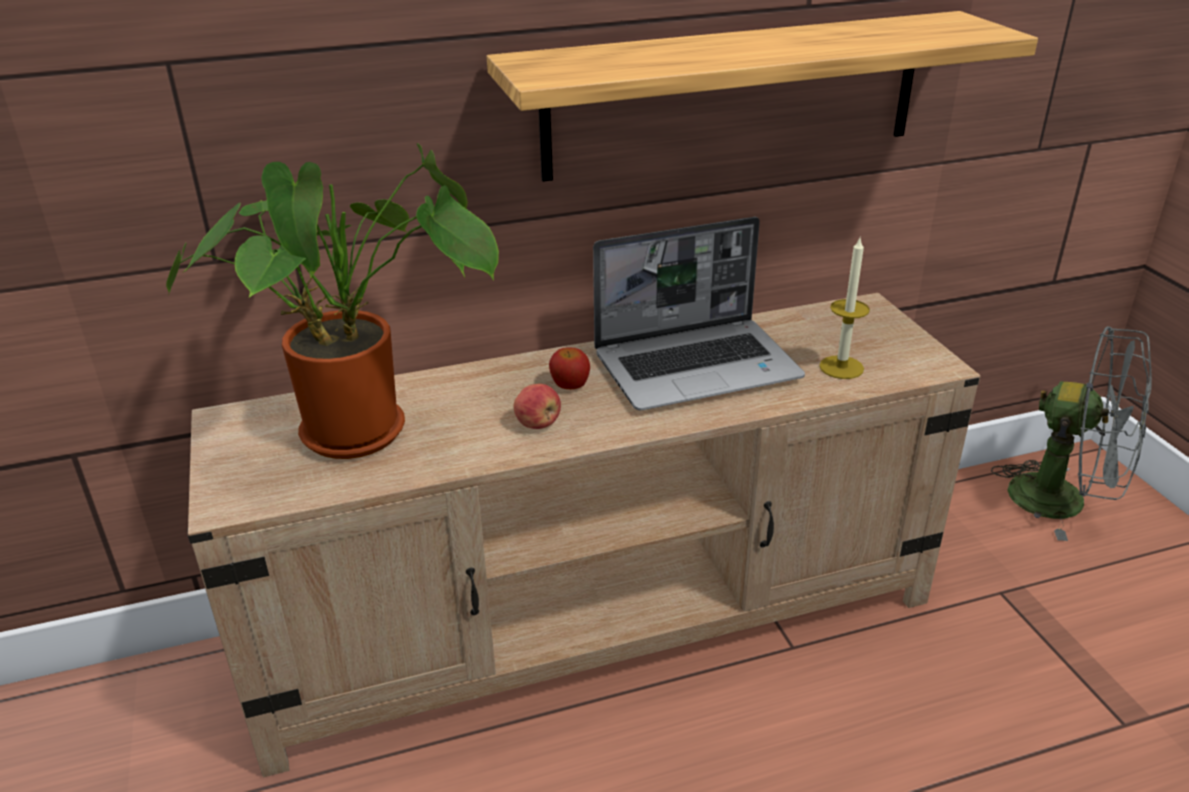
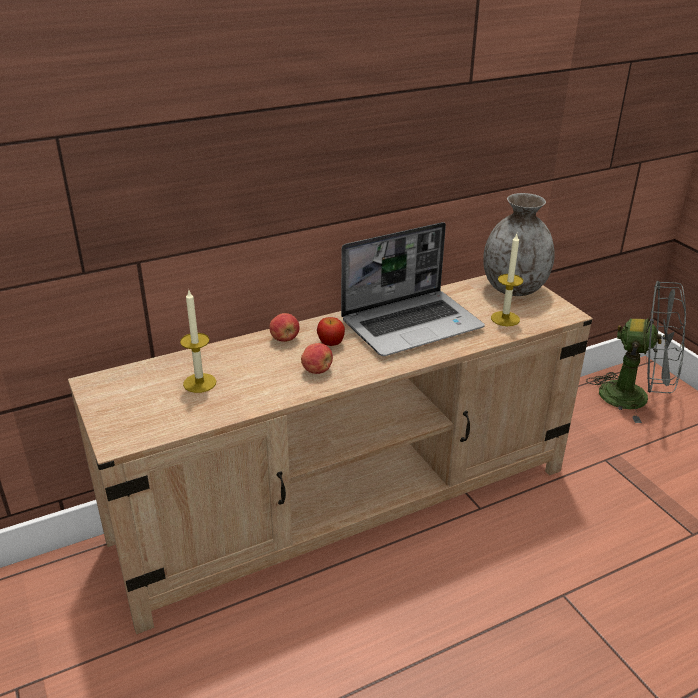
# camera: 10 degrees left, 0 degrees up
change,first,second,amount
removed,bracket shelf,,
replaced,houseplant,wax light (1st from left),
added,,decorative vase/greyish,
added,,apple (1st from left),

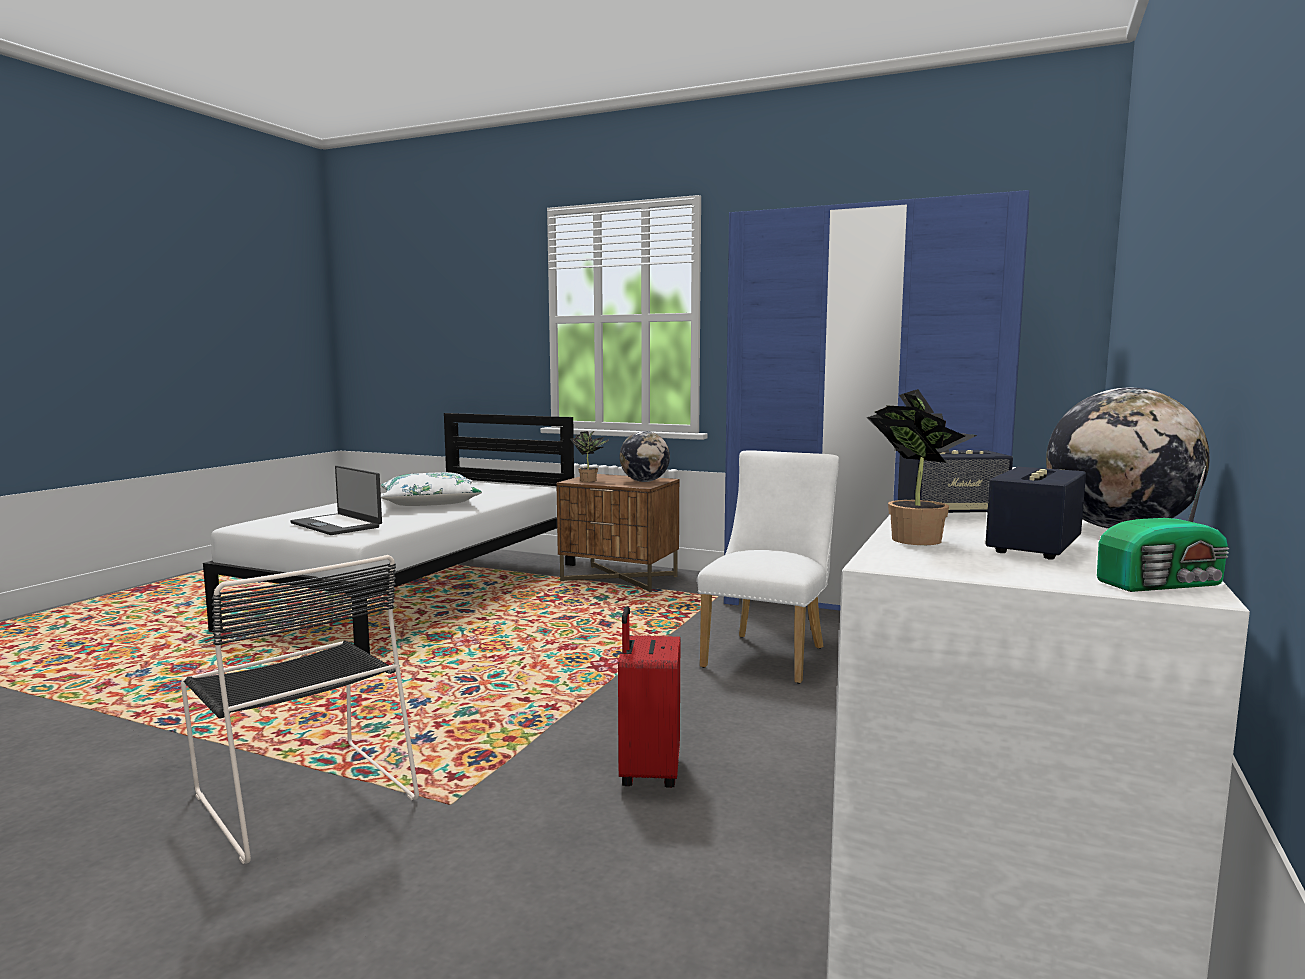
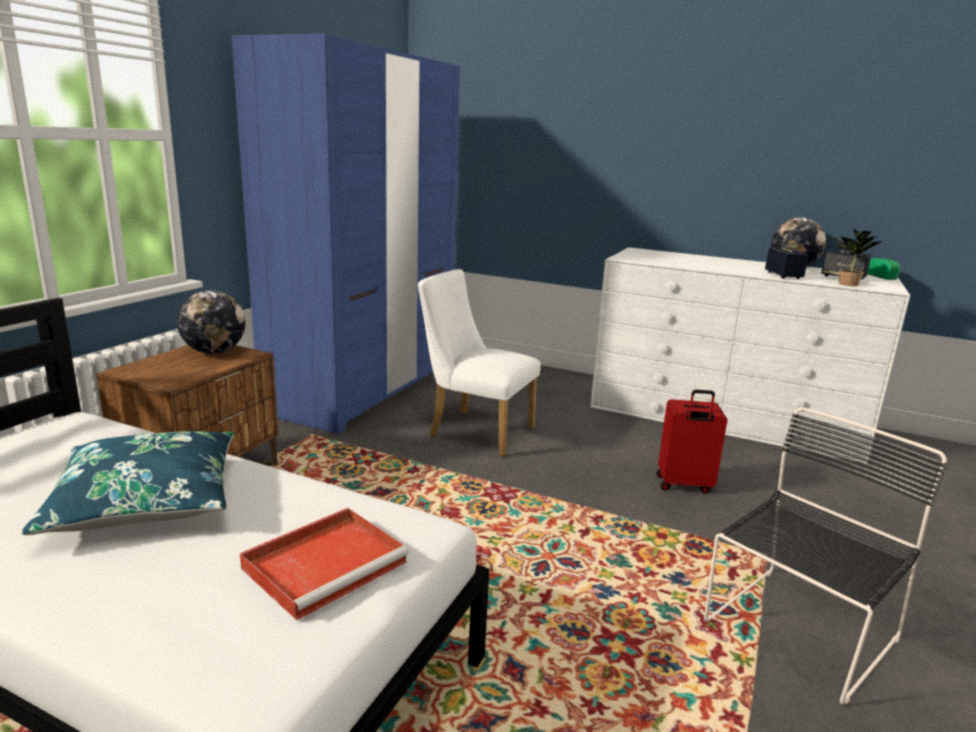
# camera: 90 degrees left, 10 degrees up
change,first,second,amount
removed,houseplant (1st from left),,
replaced,notebook computer,serving tray/red,
recoloured,pillow/white,pillow/bluish,

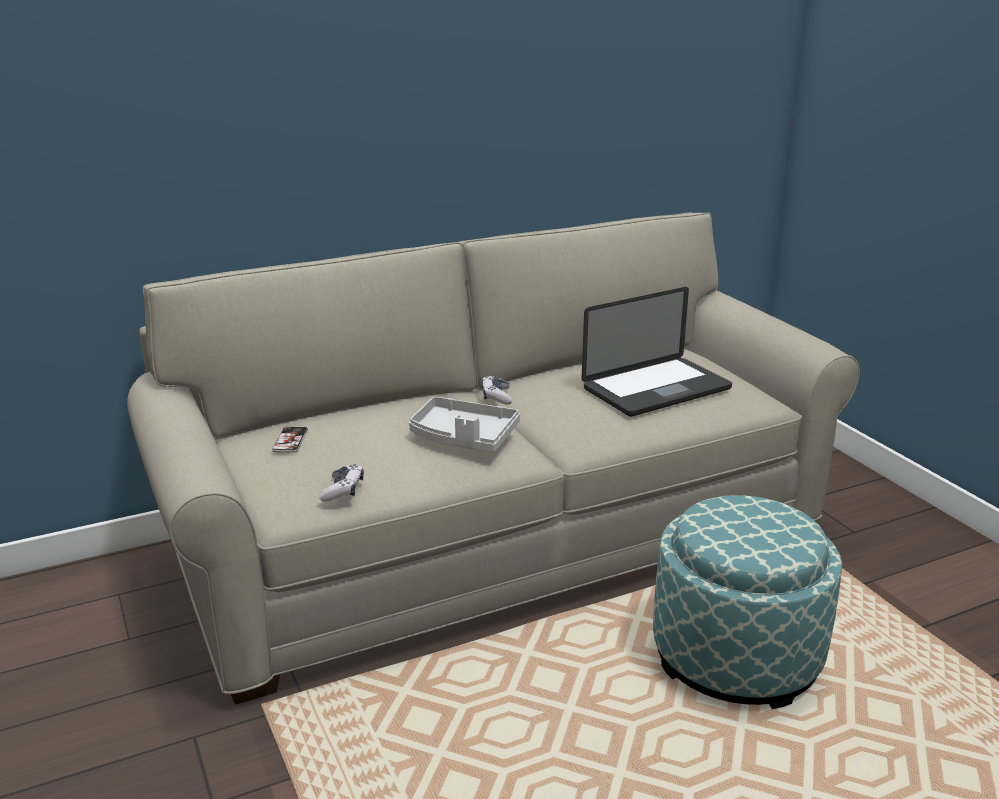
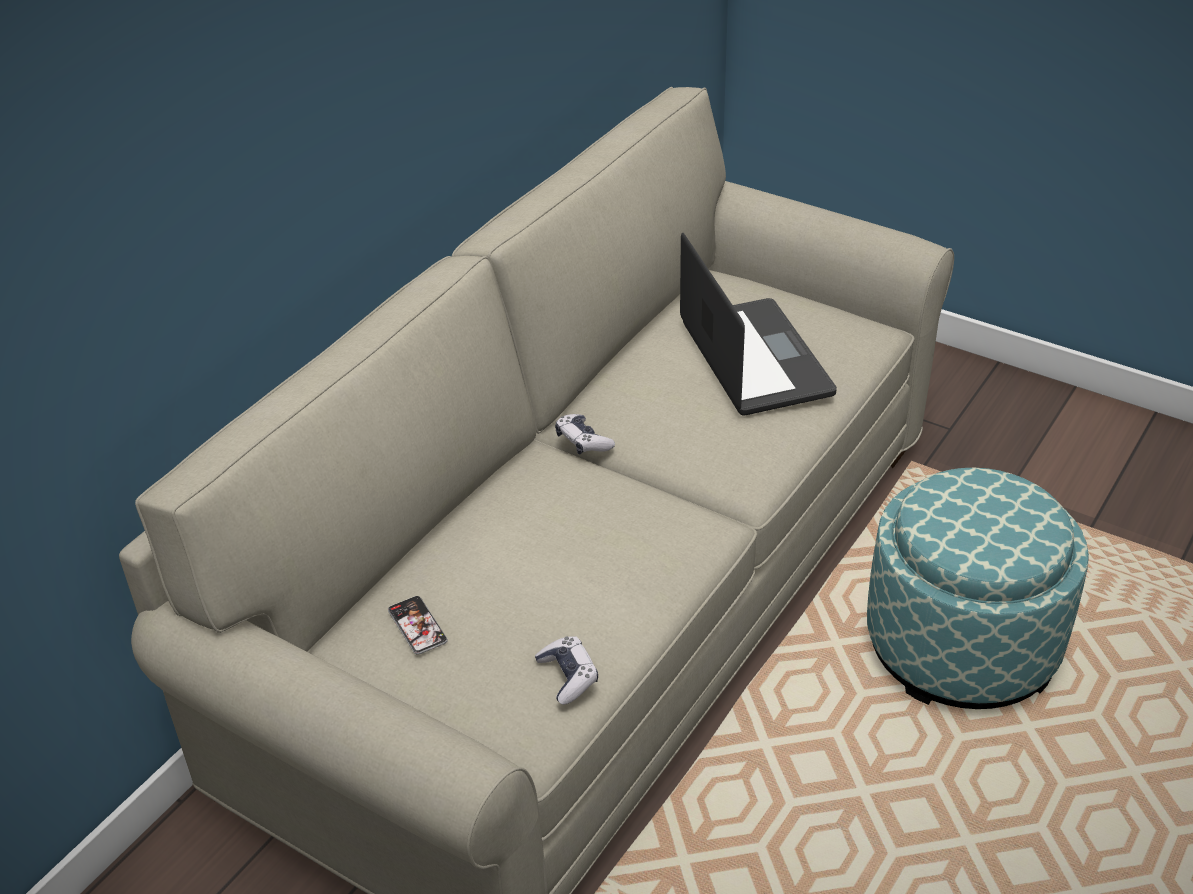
# camera: 30 degrees left, 15 degrees up
change,first,second,amount
turned,notebook computer,,45 degrees counterclockwise
removed,serving tray/greyish,,

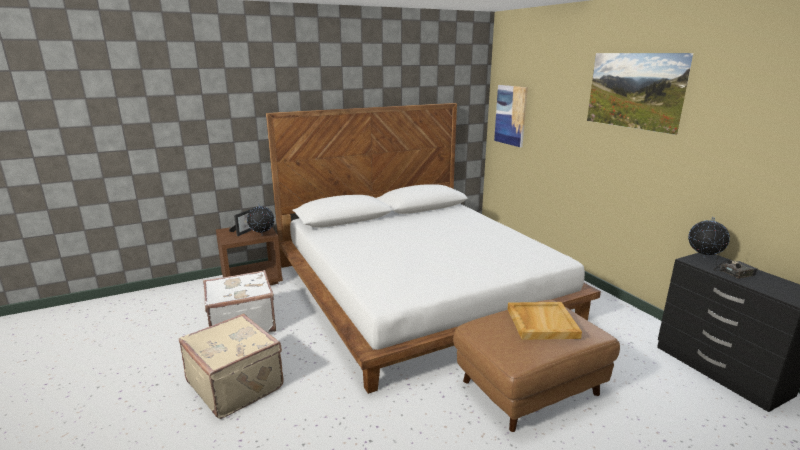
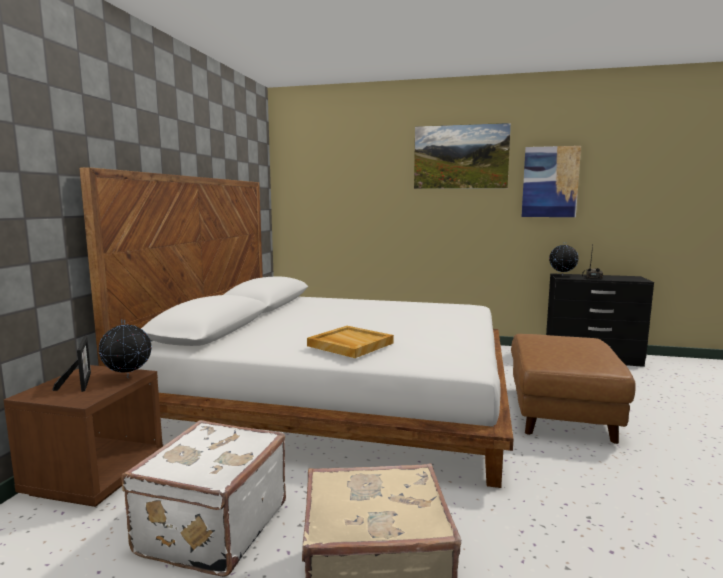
# camera: 50 degrees left, 10 degrees down
change,first,second,amount
moved,wall picture (1st from left in the first image),wall picture (2nd from left),
moved,serving tray/sand-coloured,,

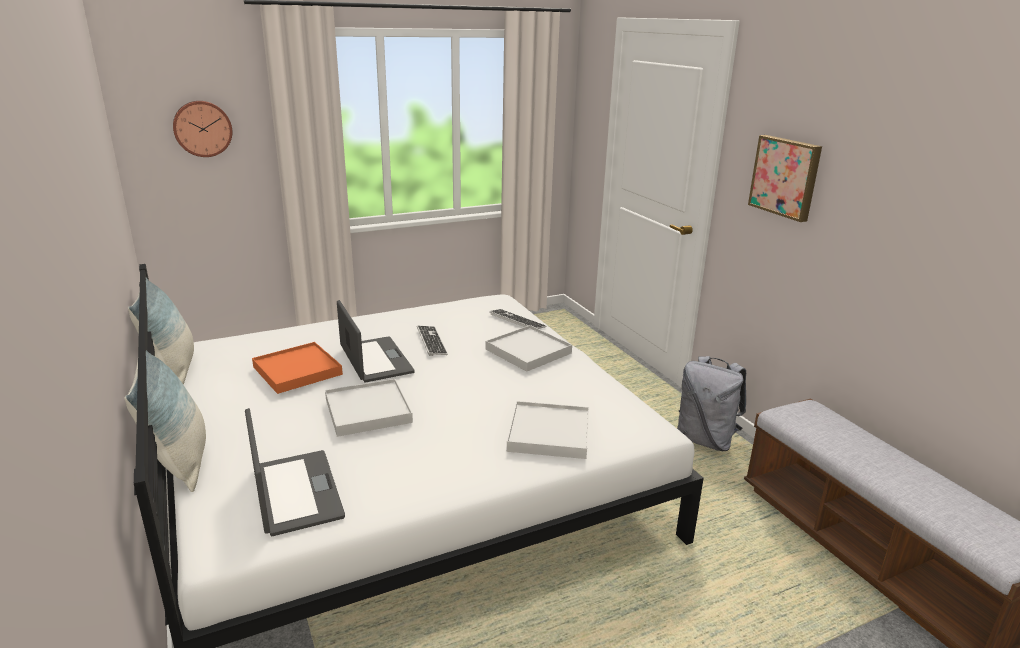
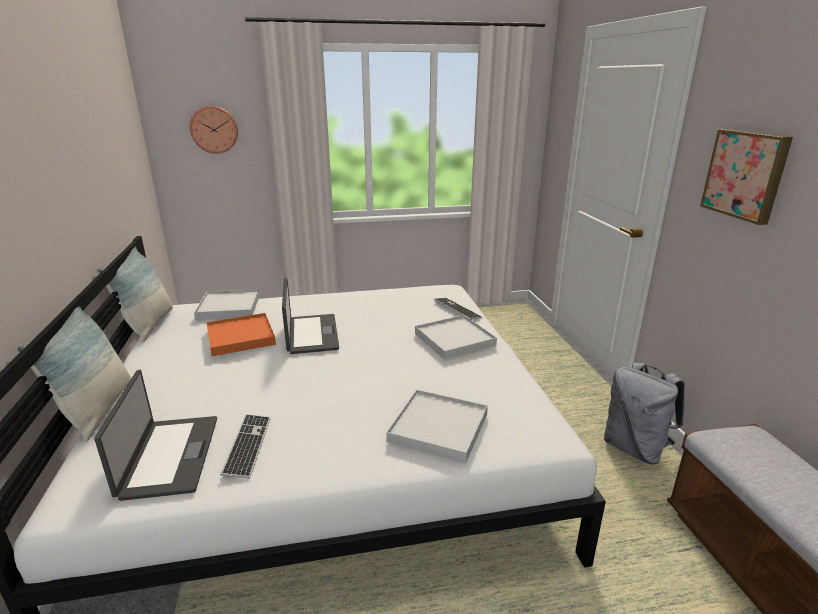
# camera: 15 degrees right, 0 degrees up
change,first,second,amount
moved,computer keyboard (1st from left),,
moved,serving tray/white (1st from left),,

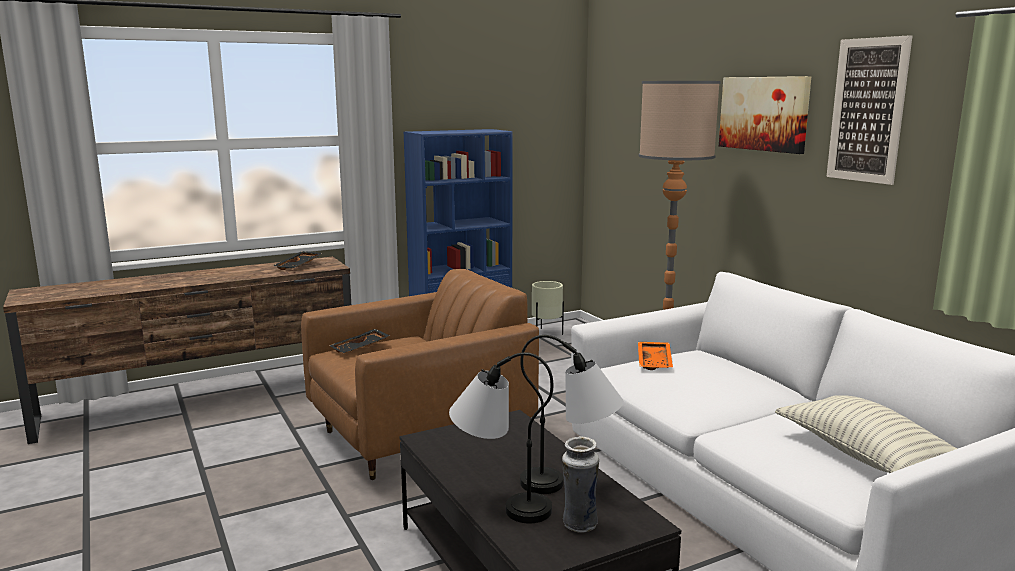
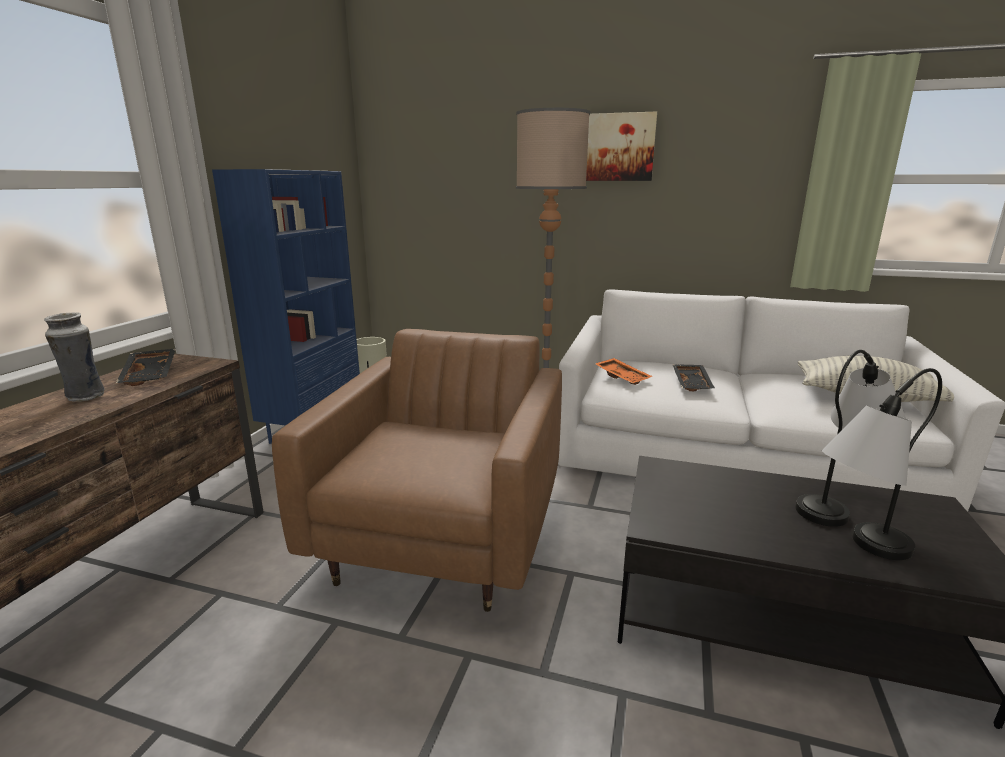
# camera: 45 degrees left, 5 degrees up
change,first,second,amount
removed,wall picture (2nd from left),,
moved,serving tray/black-coloured (2nd from left),,
moved,decorative vase,,

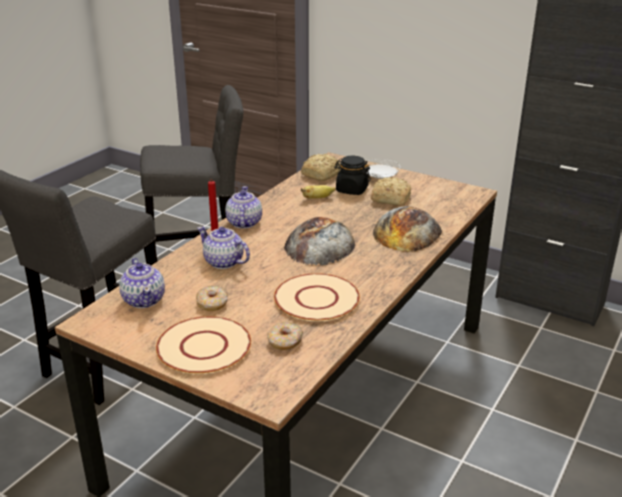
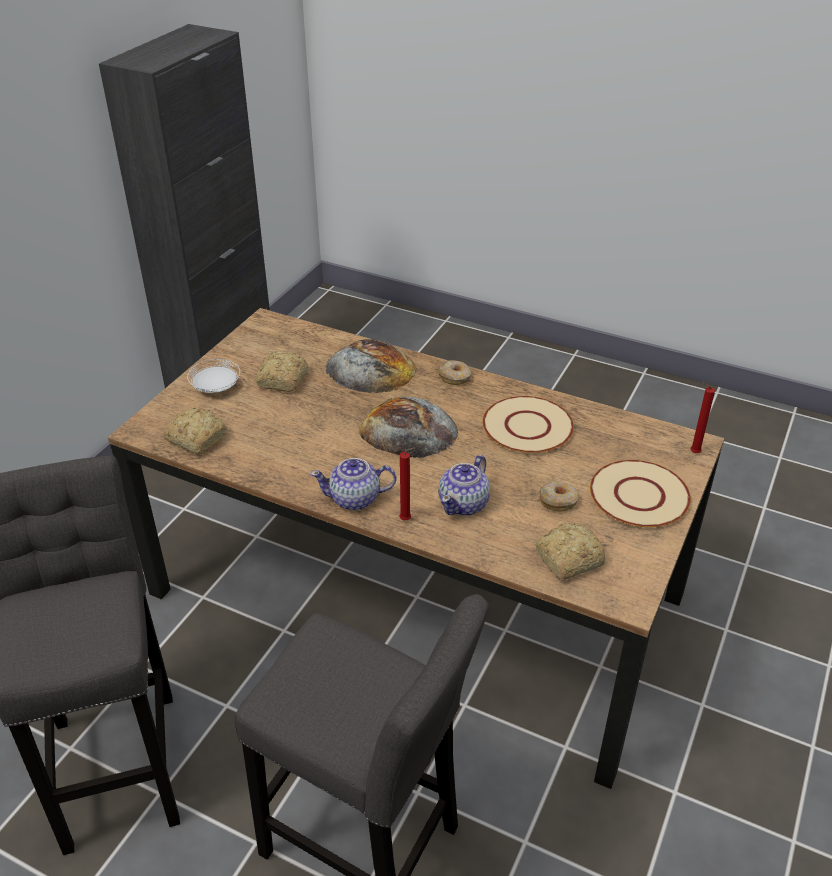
# camera: 95 degrees left, 10 degrees up
change,first,second,amount
removed,jar/black-coloured,,
removed,banana,,
replaced,teapot (1st from left),bakery bread (5th from left),
moved,doughnut (2nd from left in the first image),doughnut (1st from left),
added,,wax light/red (2nd from left),

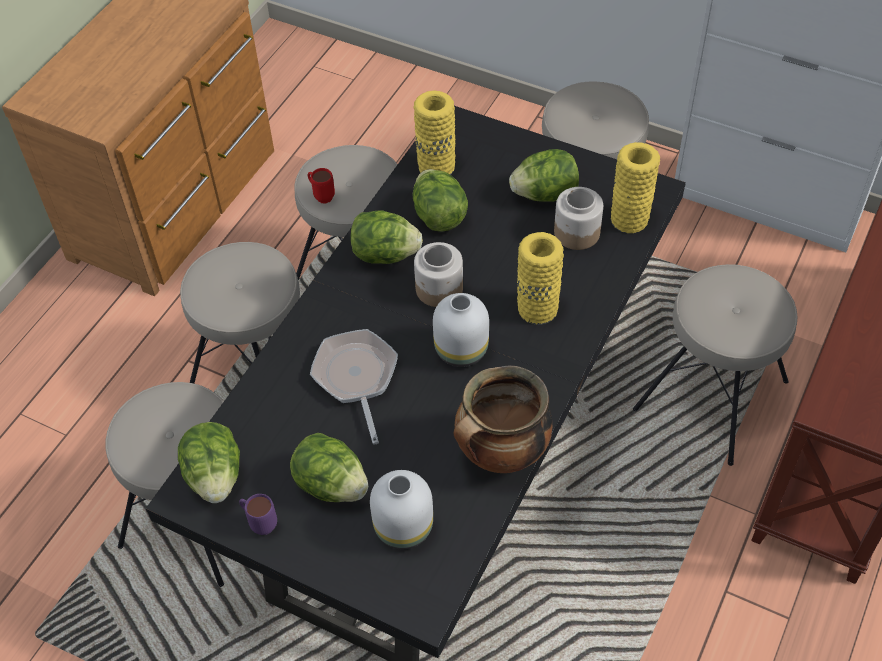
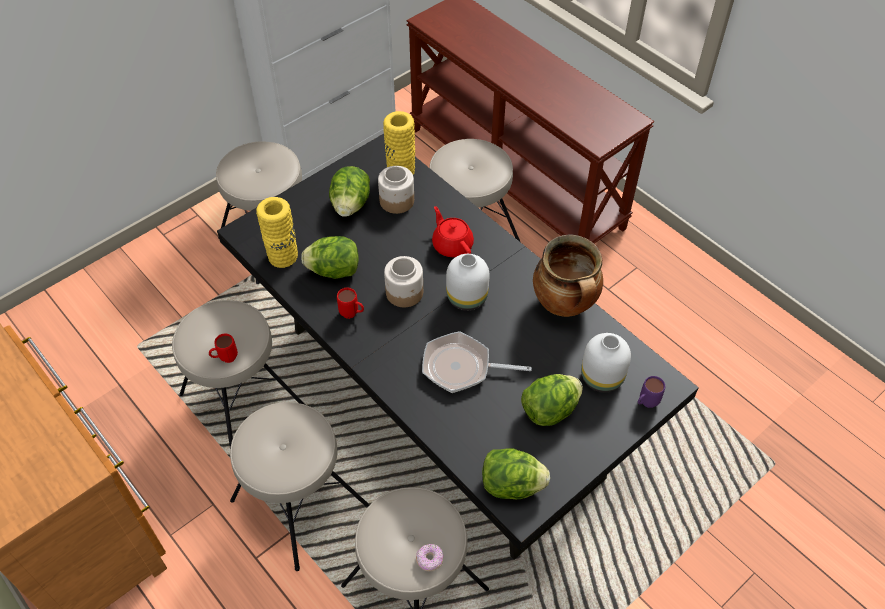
# camera: 70 degrees left, 0 degrees up
change,first,second,amount
replaced,lettuce head (3rd from left),coffee mug/red (2nd from left),
replaced,decorative vase/yellow-coloured (2nd from left),teapot/red,
moved,coffee mug/purplish,,
added,,doughnut,

